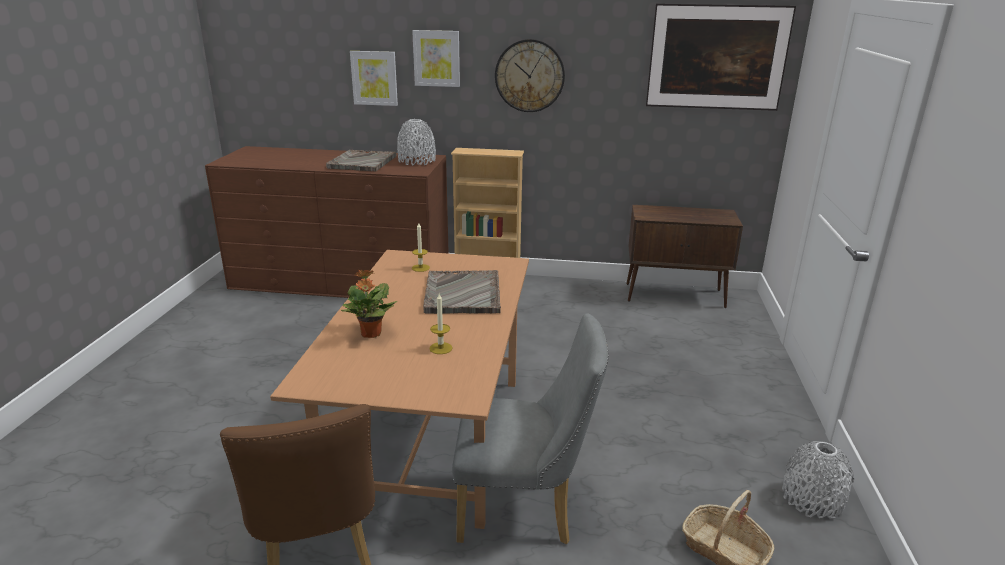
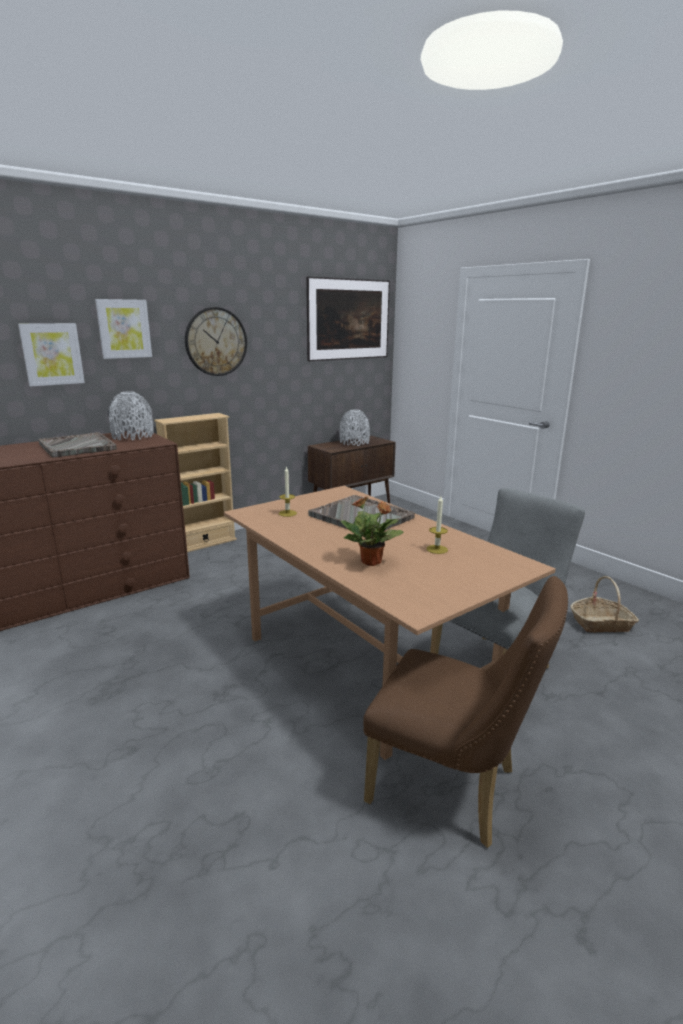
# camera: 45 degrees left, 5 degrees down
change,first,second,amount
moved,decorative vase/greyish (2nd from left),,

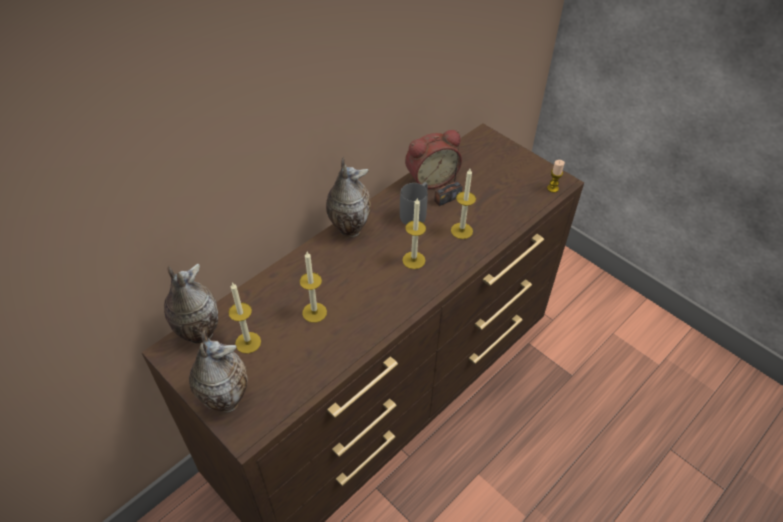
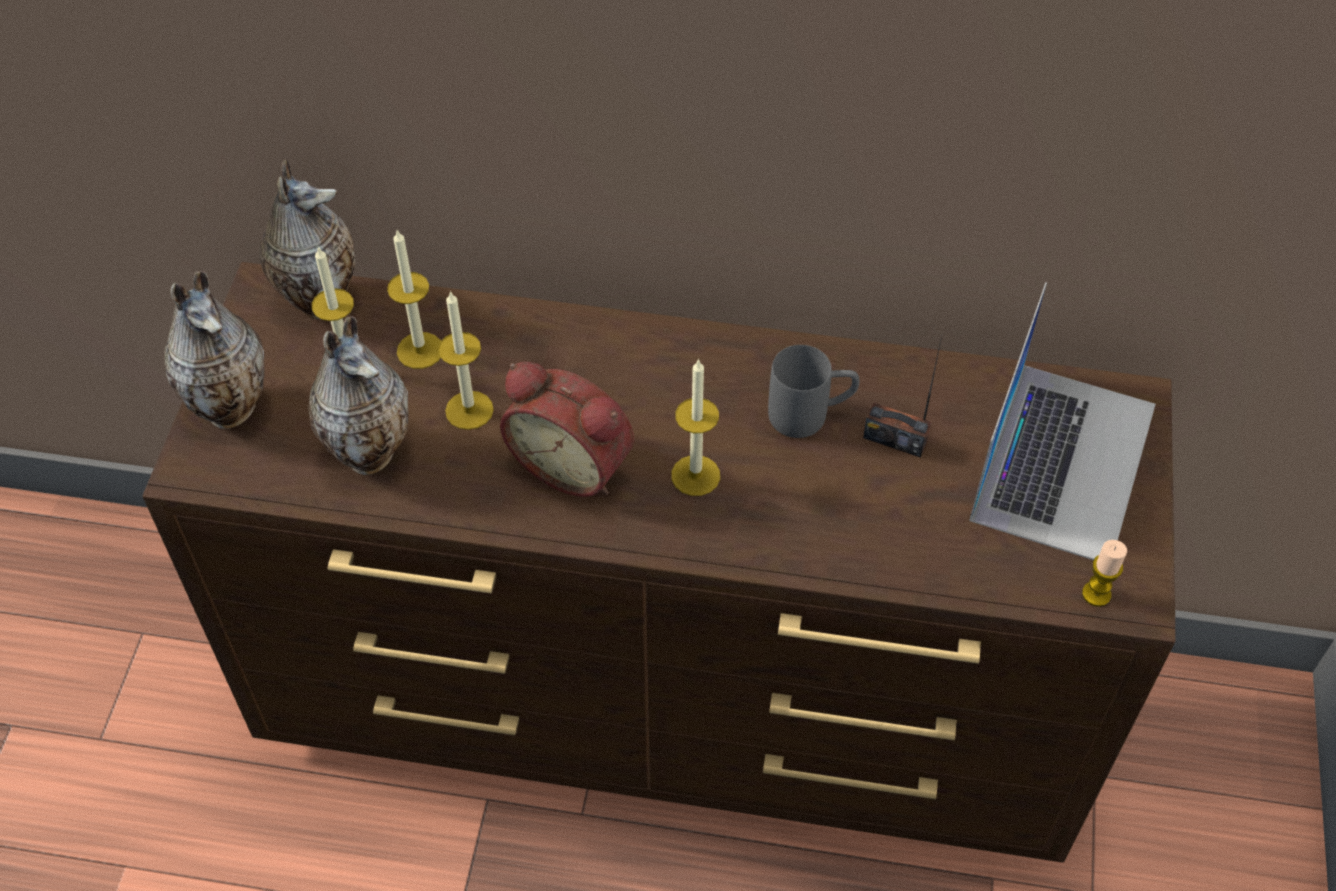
# camera: 55 degrees right, 5 degrees up
change,first,second,amount
moved,alarm clock,,
moved,decorative vase (3rd from left),,
moved,wax light (4th from left in the first image),wax light (2nd from left),
added,,notebook computer,

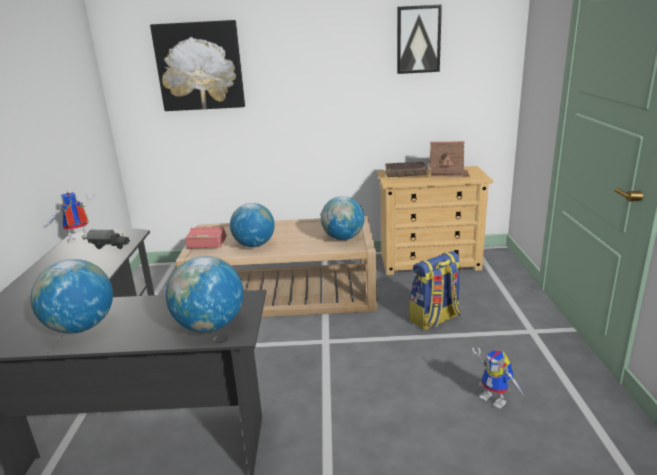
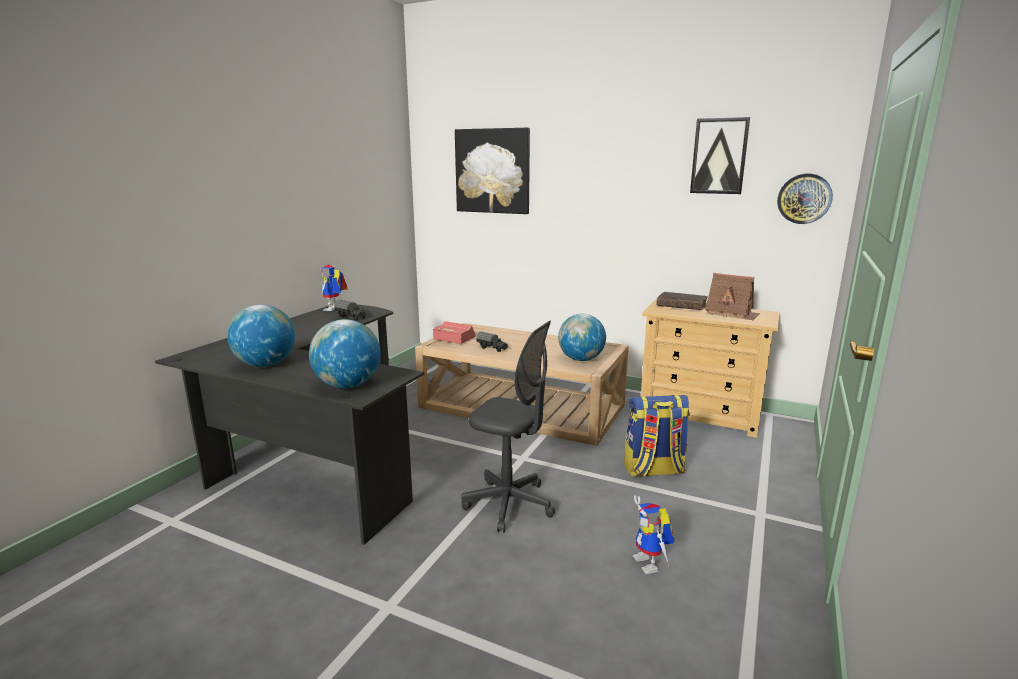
# camera: 25 degrees right, 5 degrees down
change,first,second,amount
turned,model robot (1st from left),,75 degrees counterclockwise
replaced,globe (3rd from left),model truck (2nd from left),
added,,hanging clock,
added,,office chair/greyish,

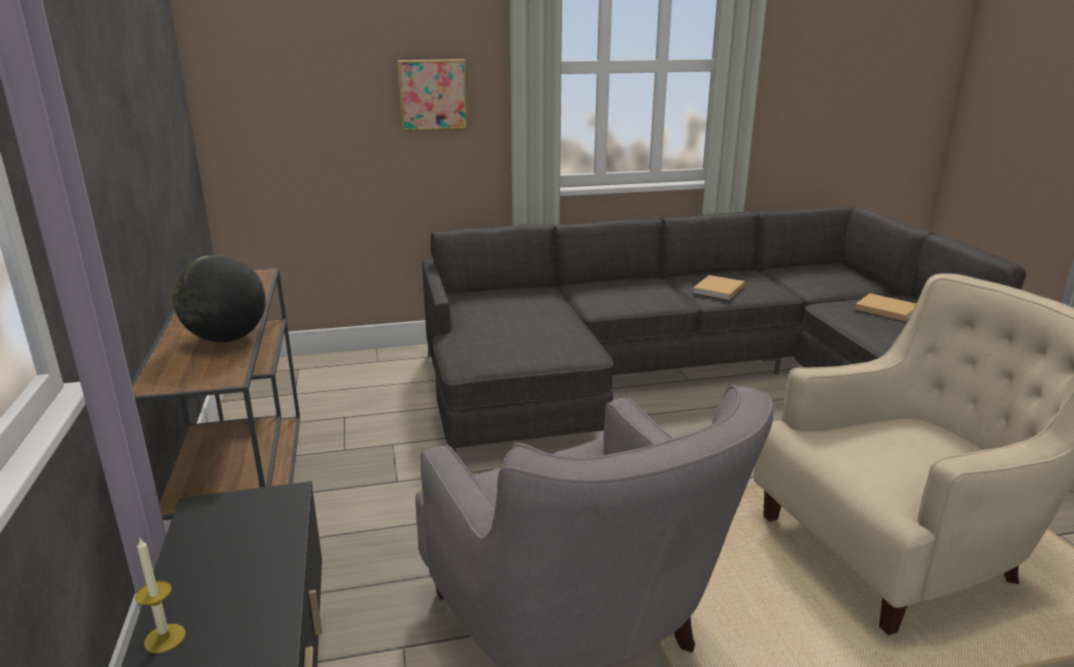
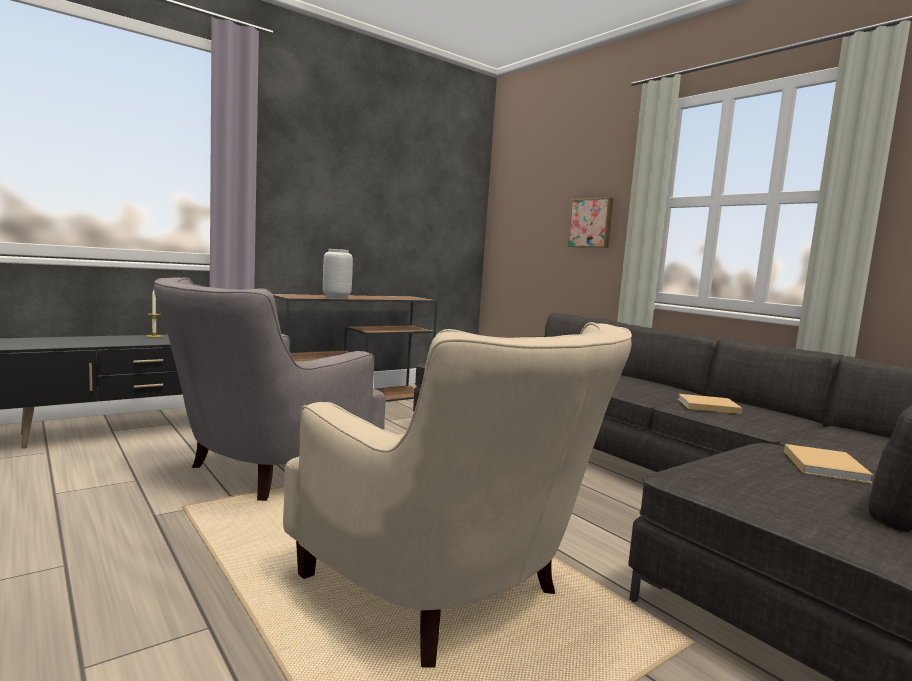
# camera: 65 degrees right, 15 degrees down
change,first,second,amount
replaced,globe,decorative vase/greyish,

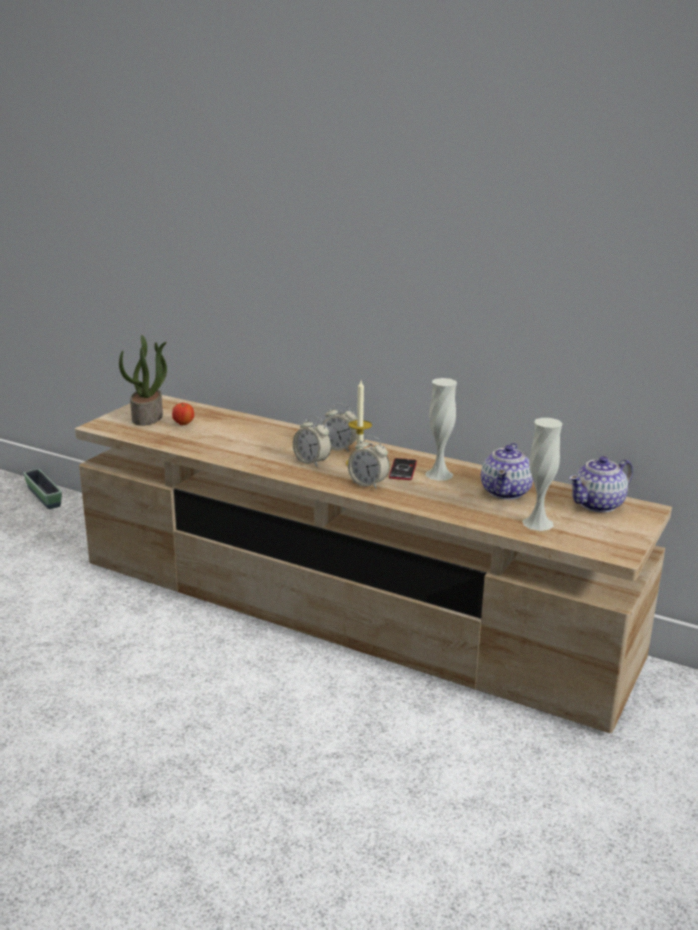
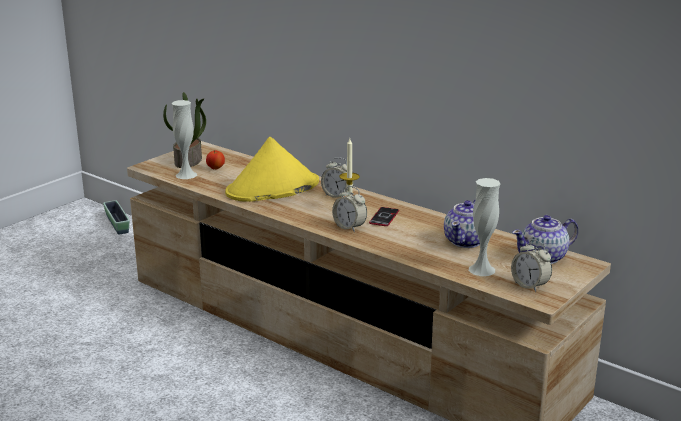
# camera: 10 degrees right, 0 degrees up
change,first,second,amount
moved,decorative vase/white (1st from left),,
moved,alarm clock (1st from left in the first image),alarm clock (3rd from left),
added,,clothing hat/yellow-coloured,

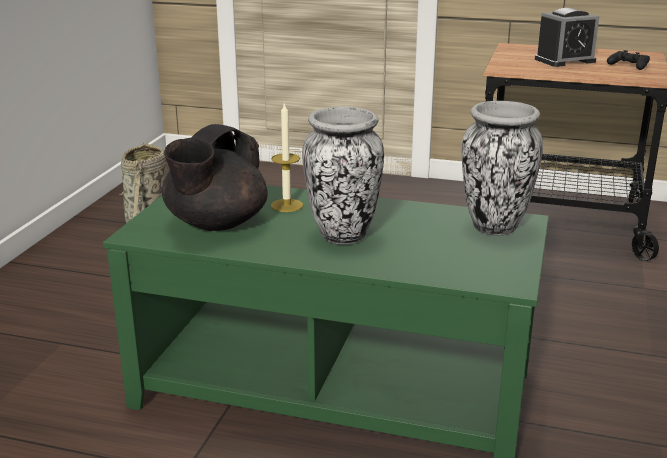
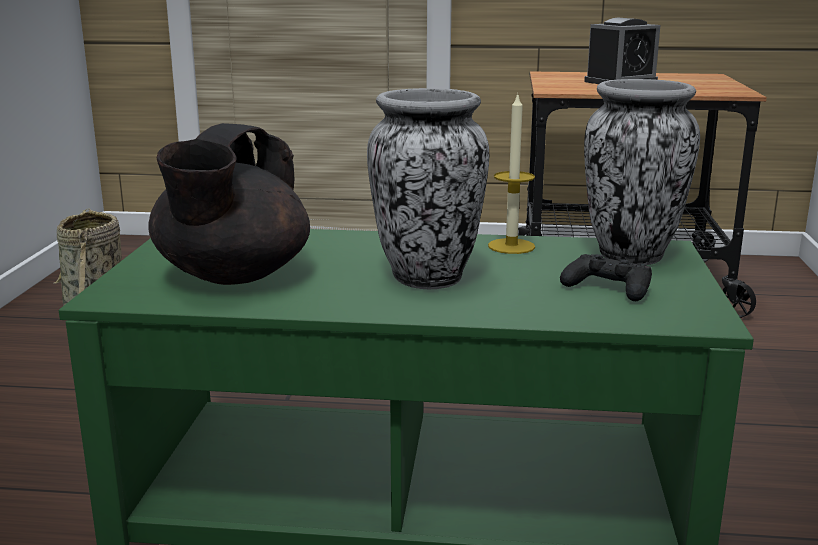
# camera: 10 degrees left, 5 degrees down
change,first,second,amount
moved,gamepad/black-coloured,,
moved,wax light,,

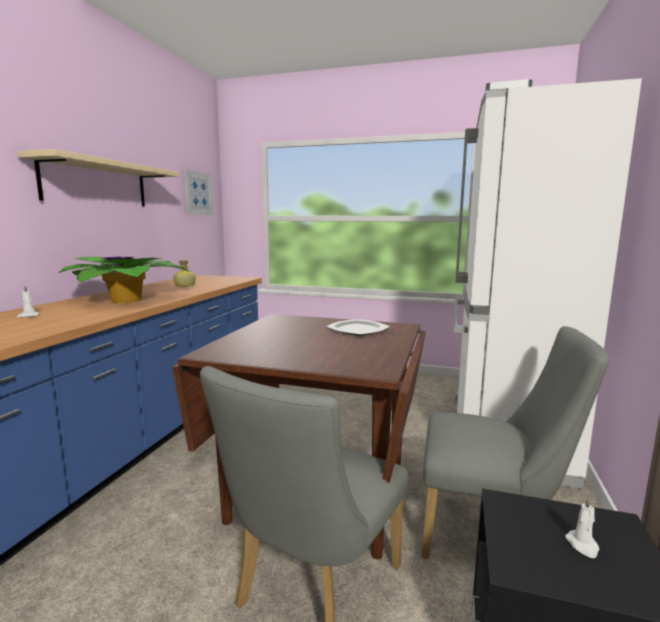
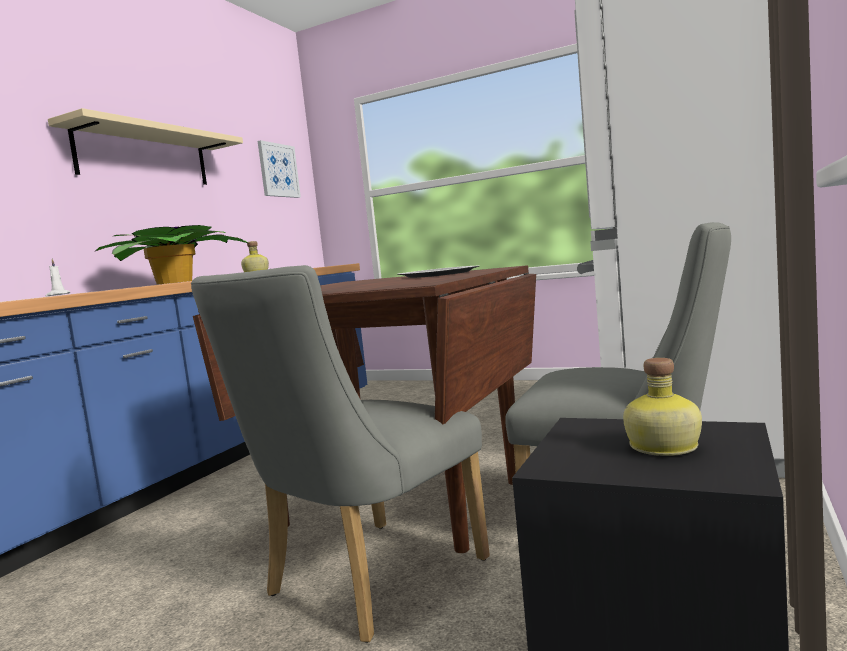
# camera: 10 degrees right, 5 degrees down
change,first,second,amount
replaced,wax light/white (2nd from left),beverage bottle (2nd from left),

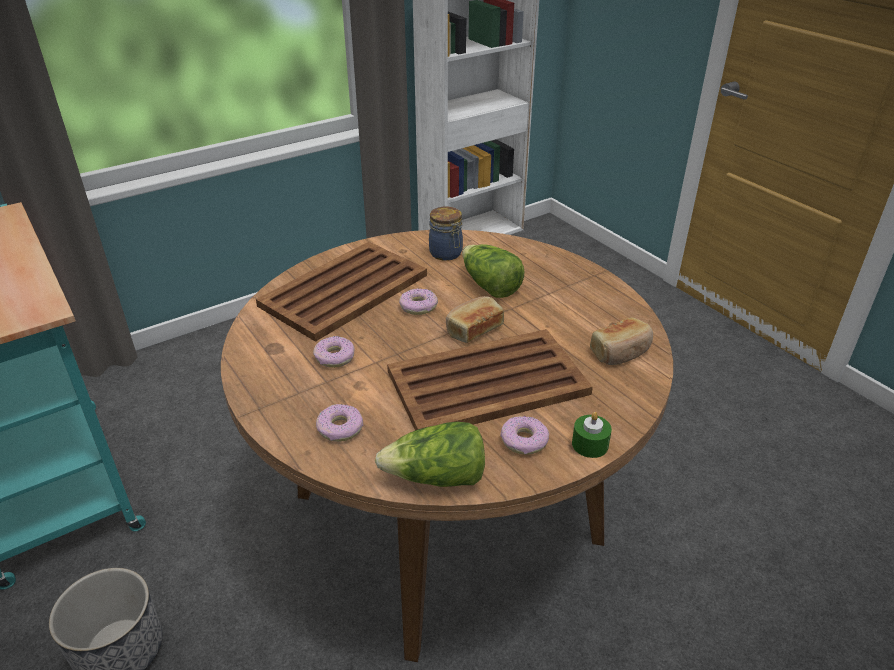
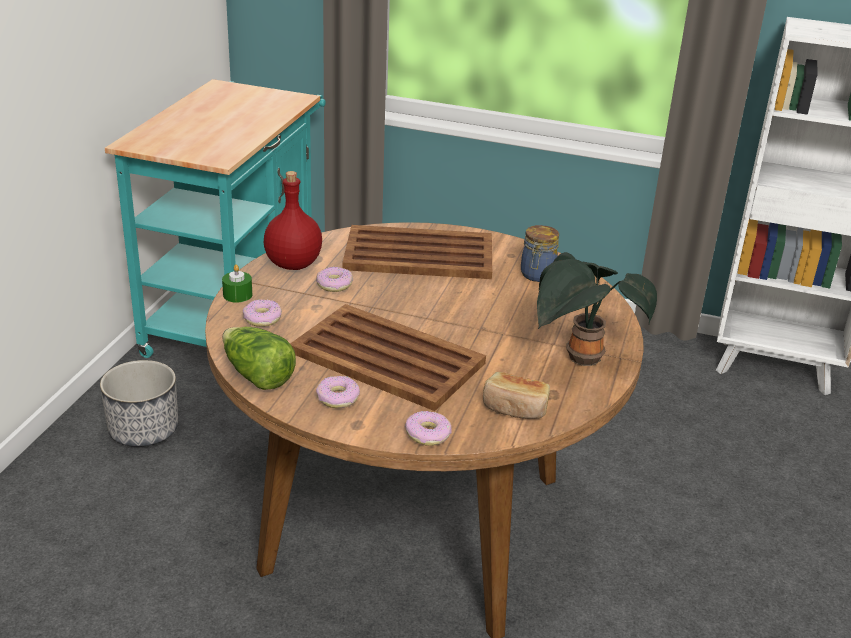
# camera: 50 degrees right, 5 degrees down
change,first,second,amount
removed,lettuce head (2nd from left),,
moved,doughnut (3rd from left in the first image),doughnut (4th from left),
removed,bakery bread (1st from left),,
moved,wax light/green,,
added,,beverage bottle/red,
added,,houseplant,

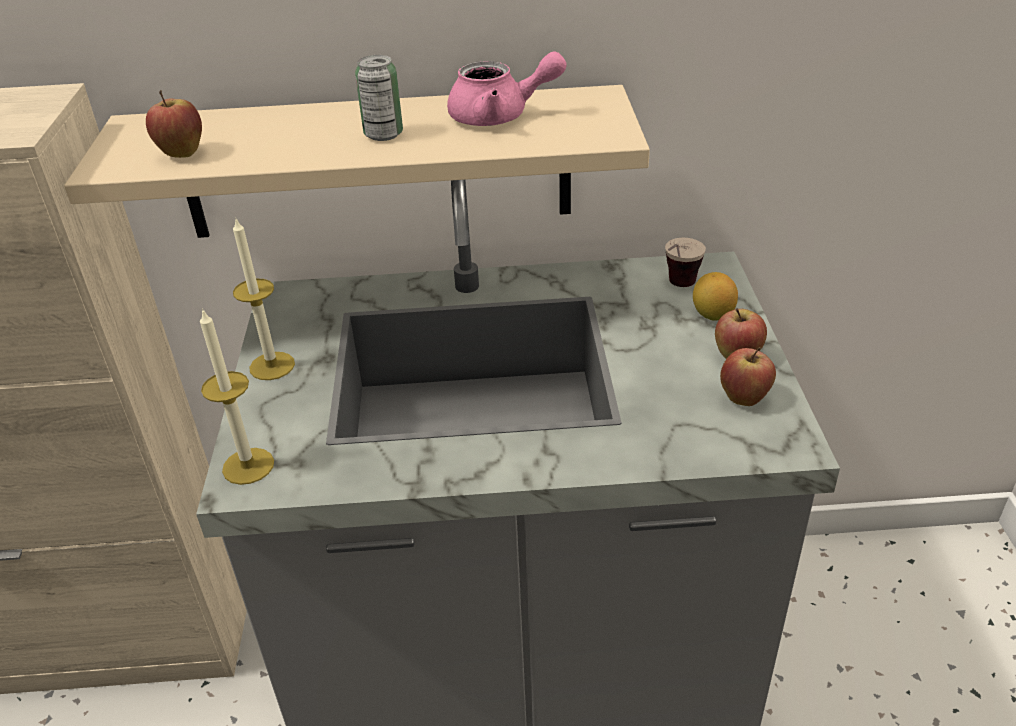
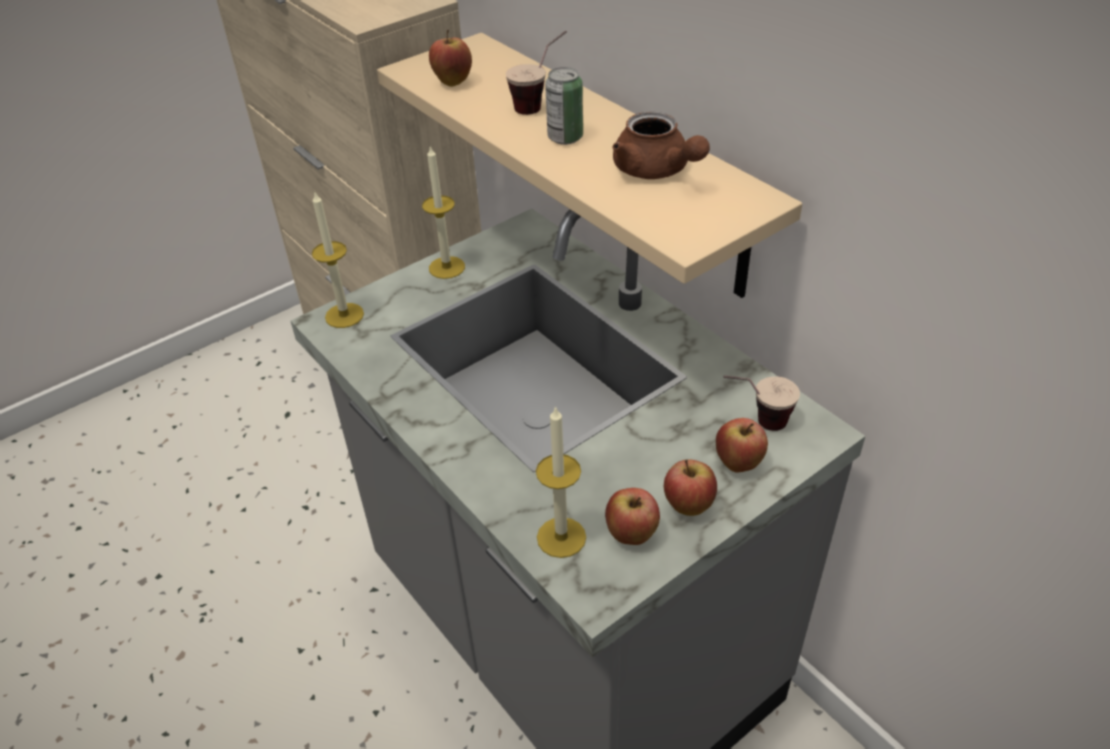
# camera: 55 degrees right, 5 degrees up
change,first,second,amount
recoloured,teapot/pink,teapot/brownish,
replaced,citrus fruit,apple (4th from left),
added,,drinking cup (1st from left),
added,,wax light (3rd from left),

